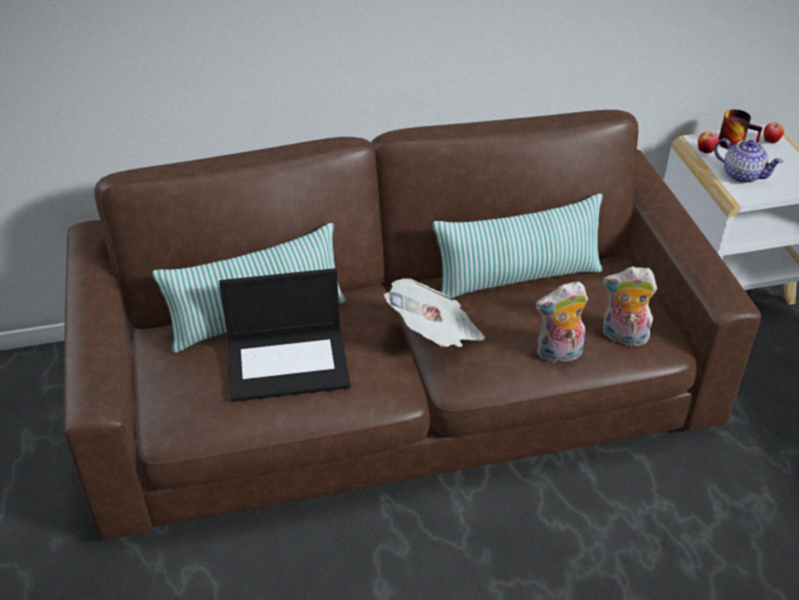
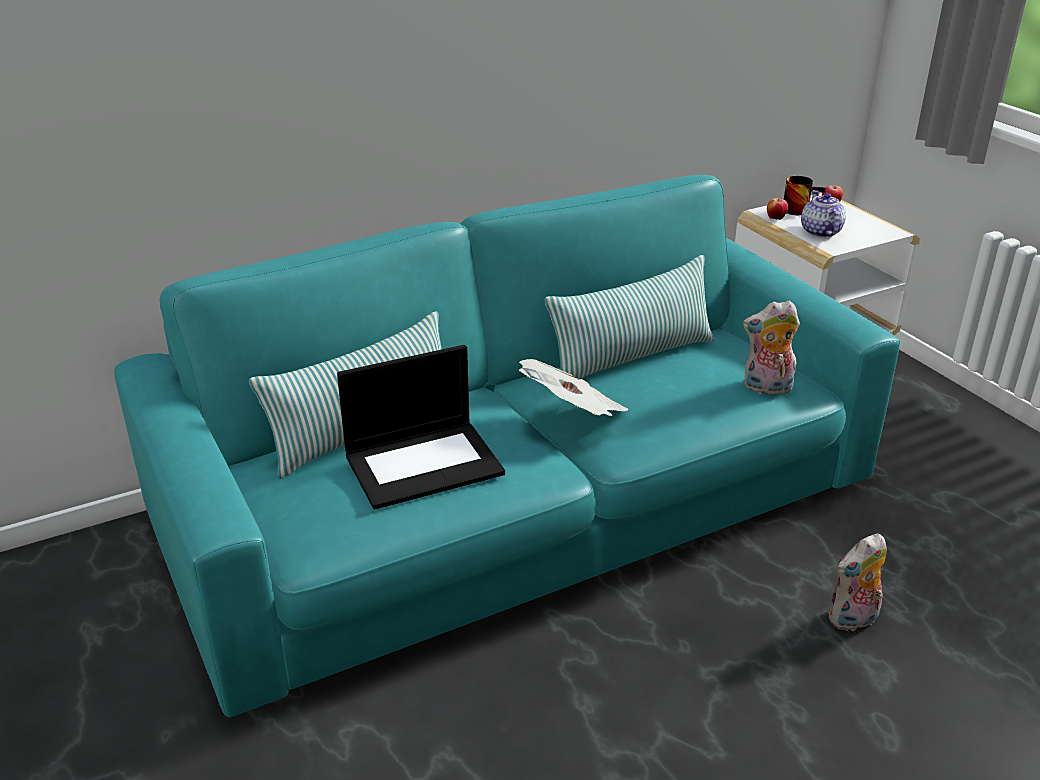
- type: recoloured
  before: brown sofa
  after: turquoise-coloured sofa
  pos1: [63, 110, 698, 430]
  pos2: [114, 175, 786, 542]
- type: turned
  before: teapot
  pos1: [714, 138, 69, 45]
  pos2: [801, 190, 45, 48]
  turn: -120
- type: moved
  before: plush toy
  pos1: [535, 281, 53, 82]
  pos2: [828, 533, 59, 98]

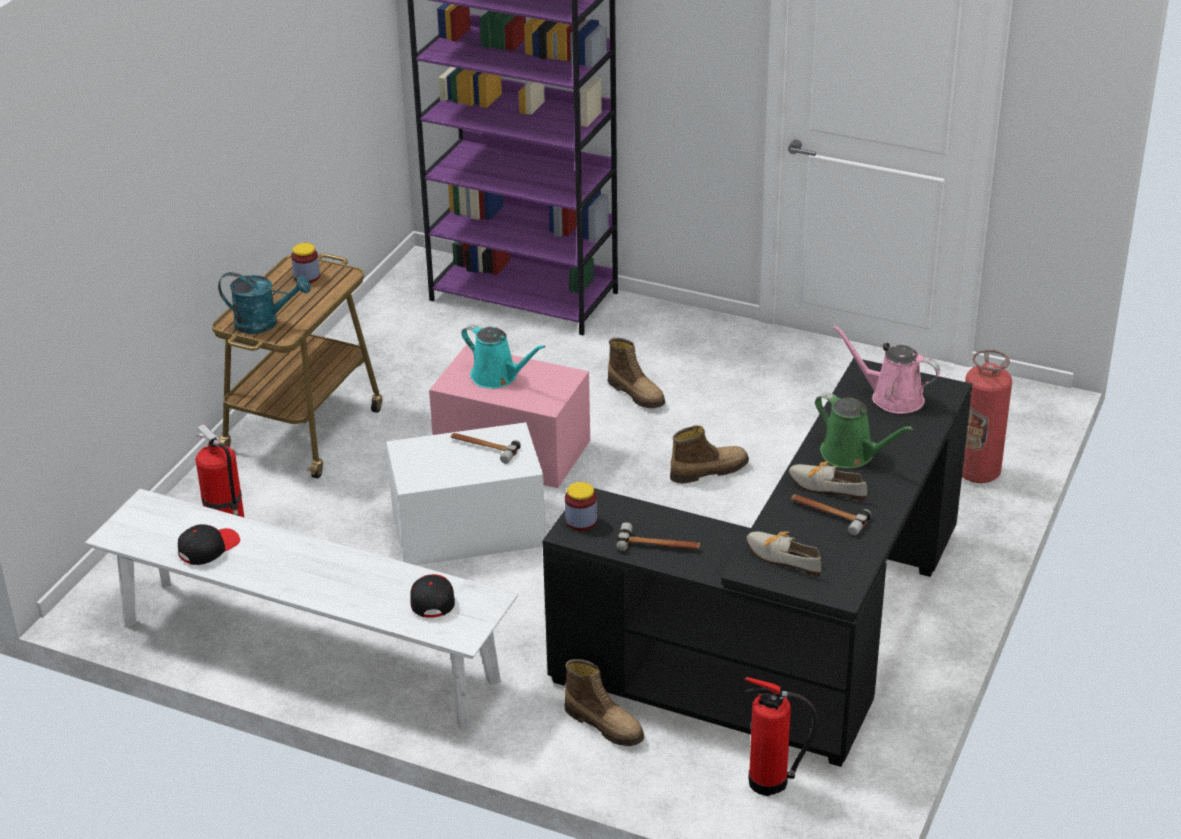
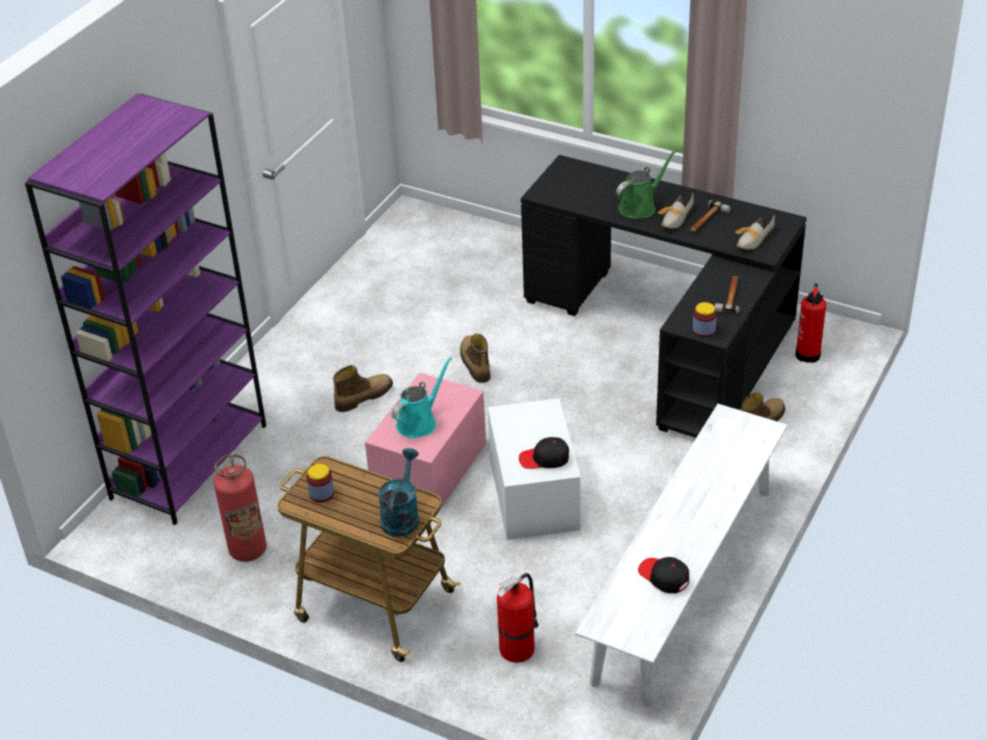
- type: moved
  before: extinguisher
  pos1: [962, 349, 50, 134]
  pos2: [214, 454, 53, 108]
- type: moved
  before: black peaked cap
  pos1: [410, 574, 45, 44]
  pos2: [519, 437, 50, 32]
- type: removed
  before: hammer
  pos1: [451, 433, 70, 31]
- type: removed
  before: pink sprinkling can
  pos1: [832, 325, 108, 89]

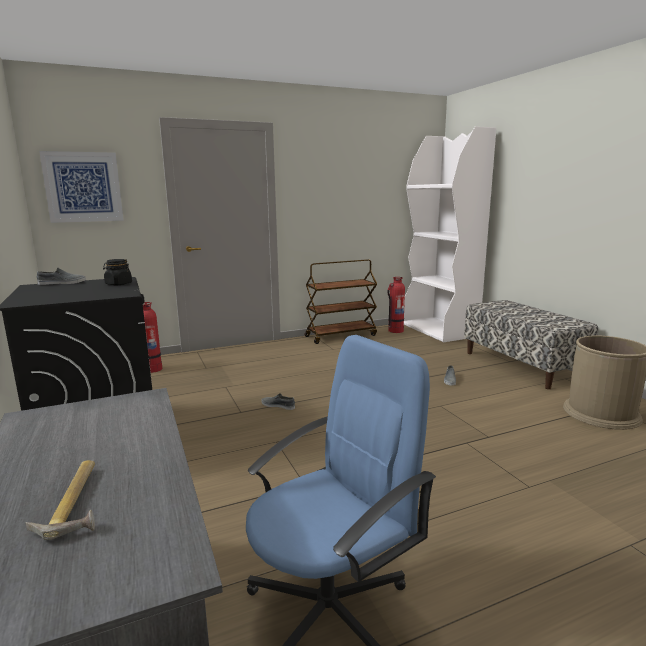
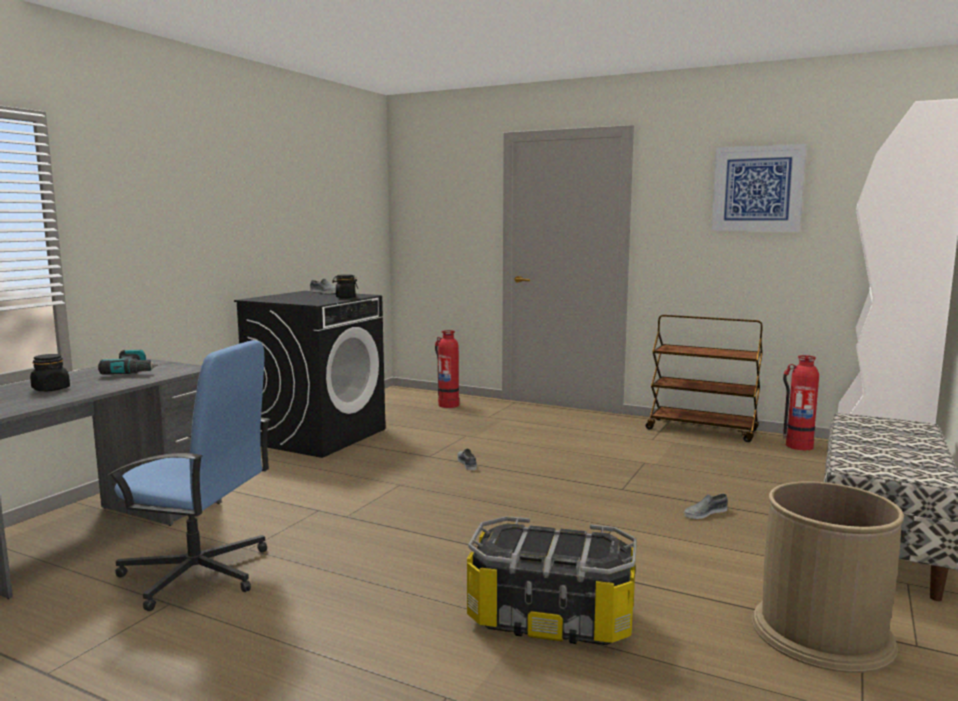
- type: replaced
  before: hammer
  after: black preserve jar
  pos1: [26, 460, 69, 80]
  pos2: [30, 354, 40, 37]
- type: added
  after: drill
  pos2: [98, 350, 60, 25]
- type: added
  after: storage bin
  pos2: [467, 516, 170, 129]
- type: moved
  before: wall art
  pos1: [39, 151, 85, 72]
  pos2: [711, 144, 95, 88]

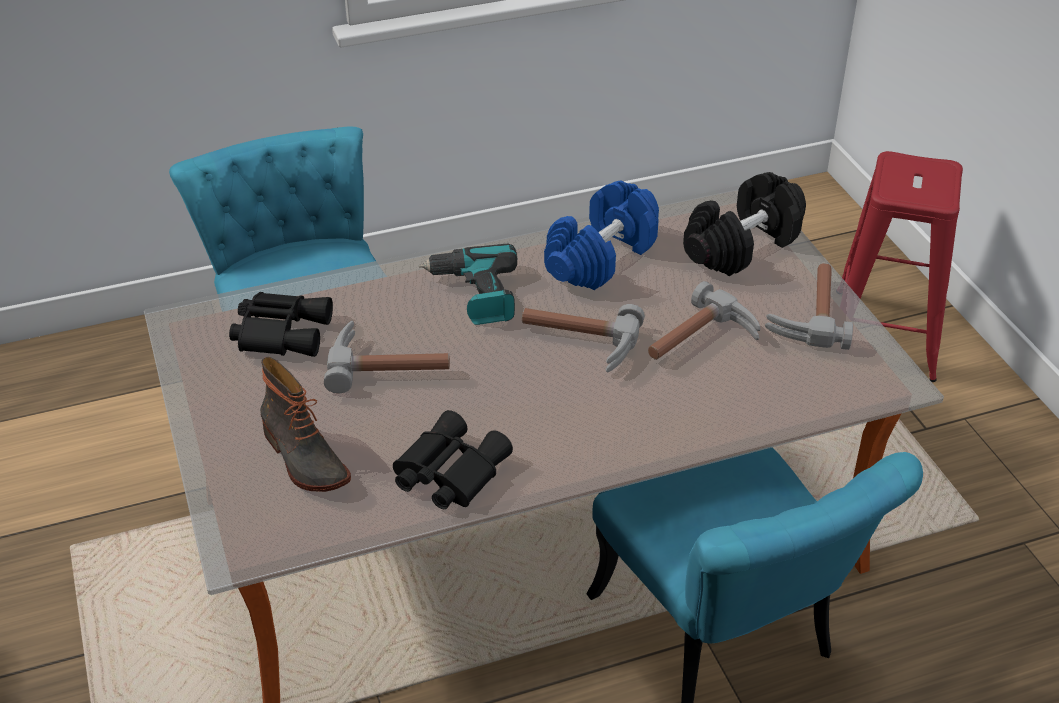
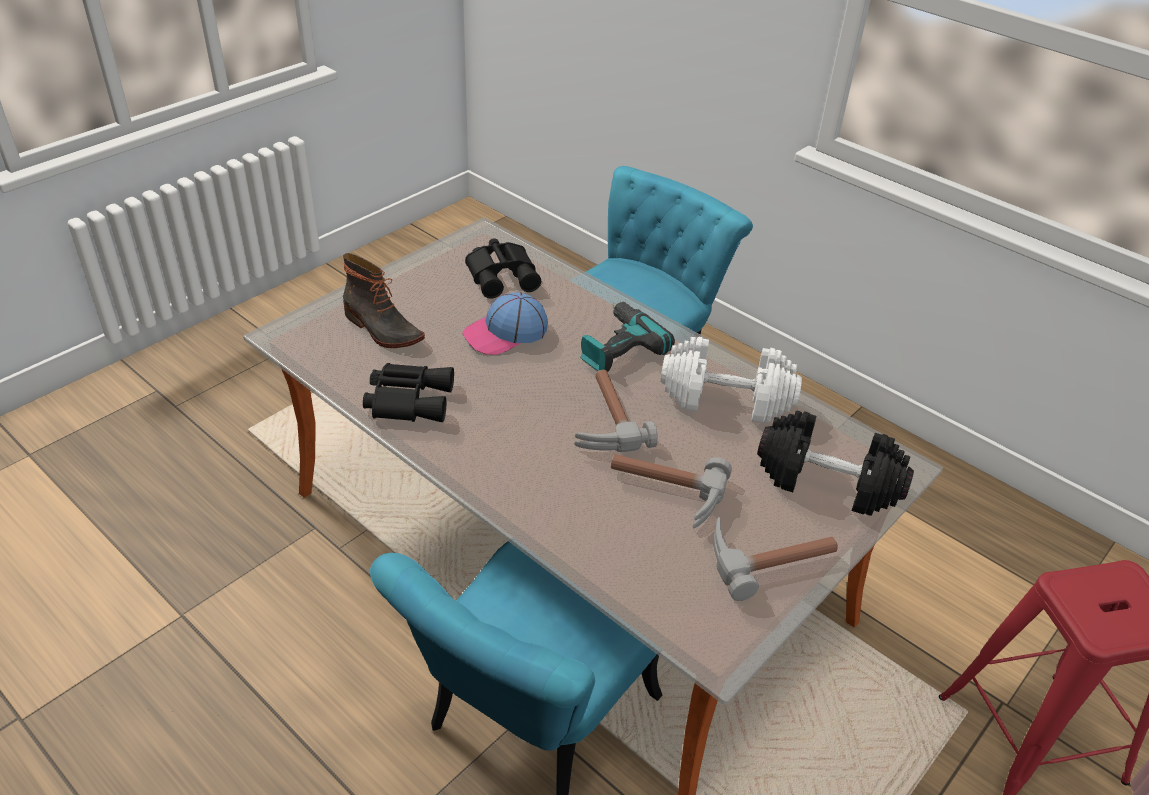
- type: turned
  before: boot
  pos1: [260, 357, 91, 135]
  pos2: [343, 253, 82, 95]
  turn: -75
- type: replaced
  before: hammer
  after: peaked cap
  pos1: [324, 321, 126, 73]
  pos2: [462, 293, 86, 62]
- type: recoloured
  before: blue free weight
  after: white-coloured free weight
  pos1: [544, 181, 115, 109]
  pos2: [661, 337, 141, 86]

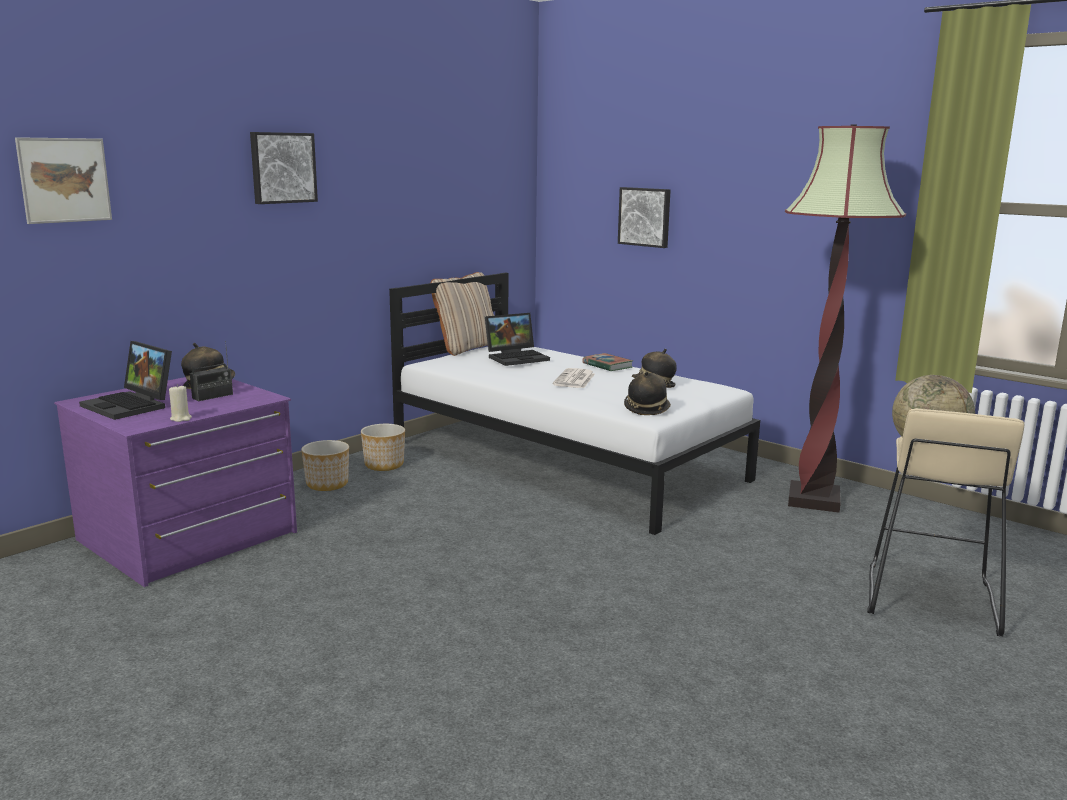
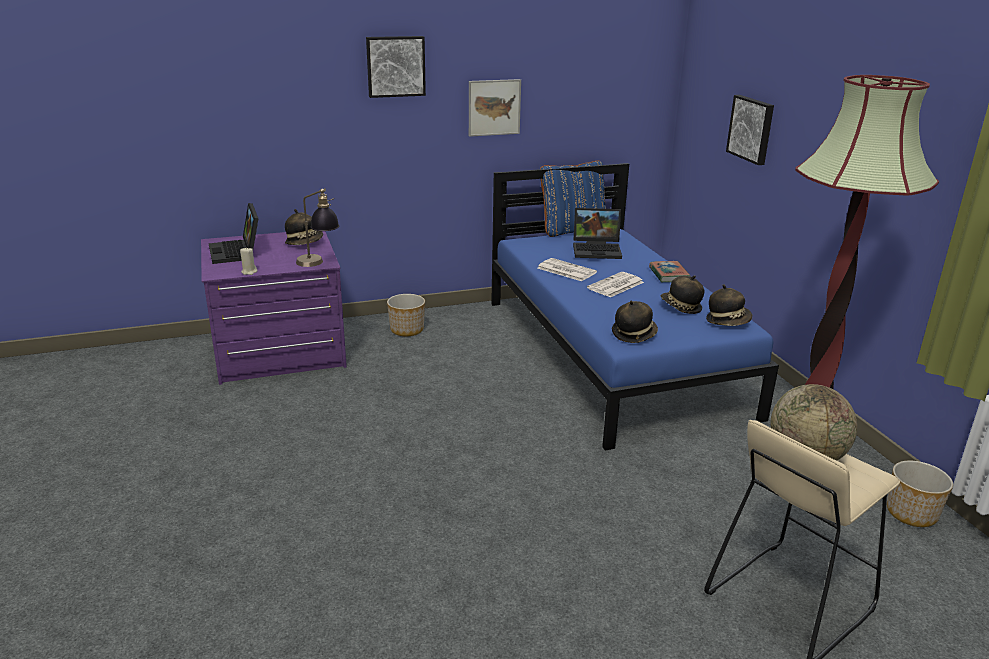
- type: added
  after: tabletop lamp
  pos2: [296, 188, 43, 79]
- type: moved
  before: wall art
  pos1: [15, 137, 97, 87]
  pos2: [469, 79, 52, 58]
- type: recoloured
  before: white-coloured sleeping bed
  after: blue sleeping bed
  pos1: [389, 273, 371, 262]
  pos2: [491, 163, 288, 287]
- type: added
  after: newspaper
  pos2: [538, 258, 59, 23]
- type: recoloured
  before: sand-coloured cushion
  after: blue cushion
  pos1: [430, 272, 64, 84]
  pos2: [540, 161, 66, 76]
- type: added
  after: clothing hat
  pos2: [706, 284, 46, 42]
- type: moved
  before: plant pot
  pos1: [361, 424, 44, 47]
  pos2: [887, 461, 66, 66]
- type: removed
  before: radio receiver
  pos1: [190, 341, 43, 60]

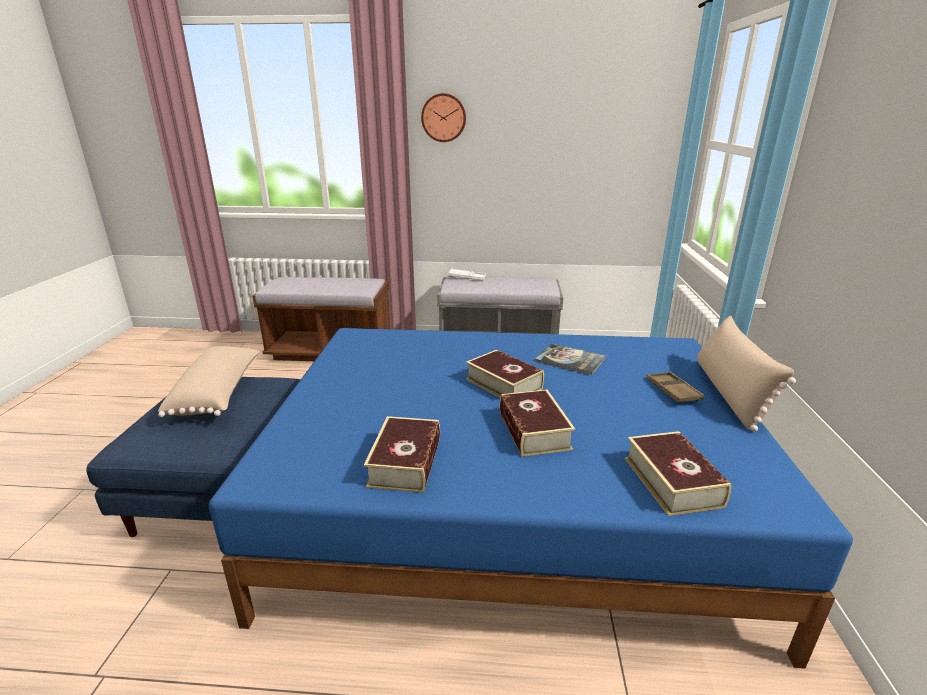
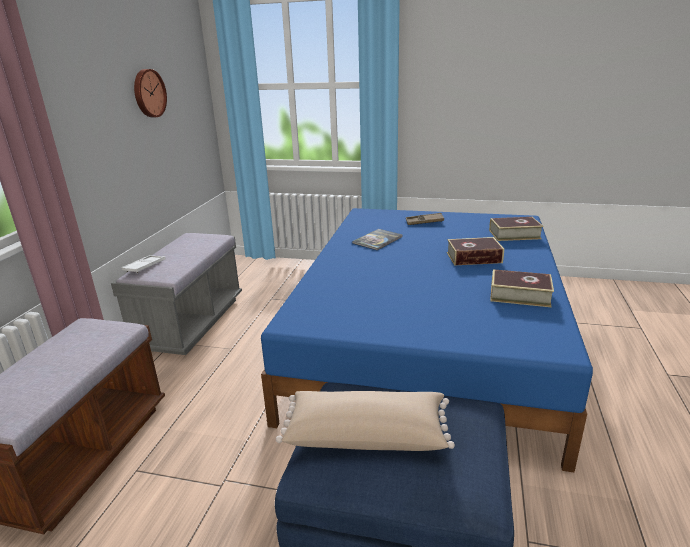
- type: moved
  before: clock on the wall
  pos1: [421, 93, 45, 49]
  pos2: [134, 69, 33, 48]
- type: removed
  before: volume
  pos1: [466, 350, 78, 48]
- type: removed
  before: sand-coloured cushion
  pos1: [697, 315, 99, 117]

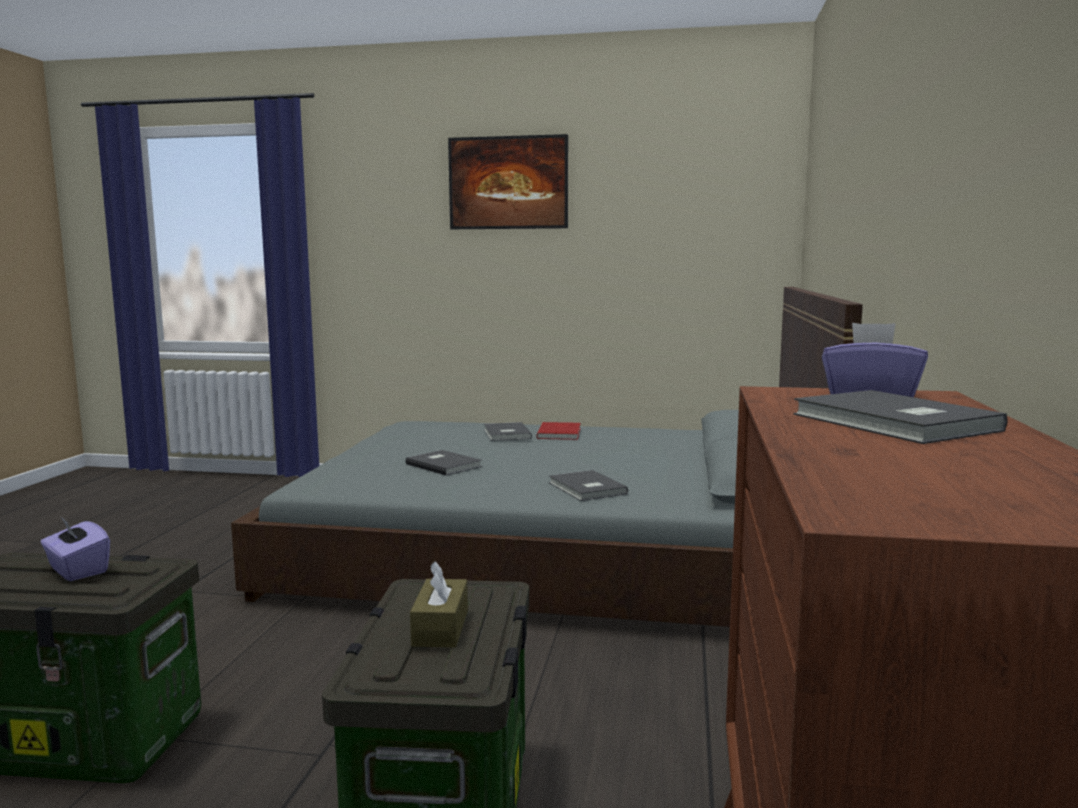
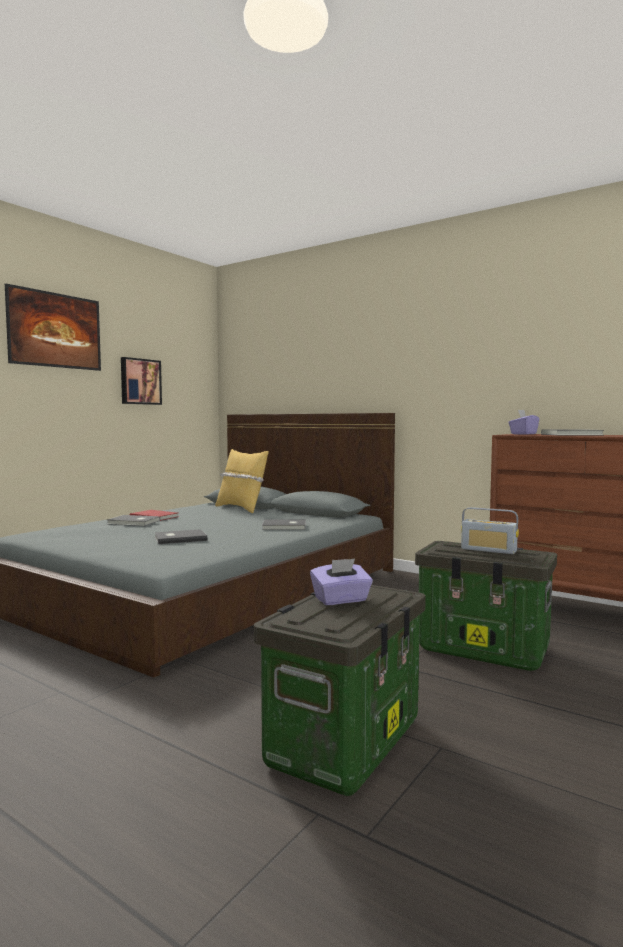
- type: added
  after: wall art
  pos2: [121, 357, 41, 48]
- type: added
  after: yellow-coloured cushion
  pos2: [215, 449, 54, 64]
- type: replaced
  before: brown box of tissues
  after: radio receiver
  pos1: [410, 561, 58, 87]
  pos2: [461, 507, 58, 47]

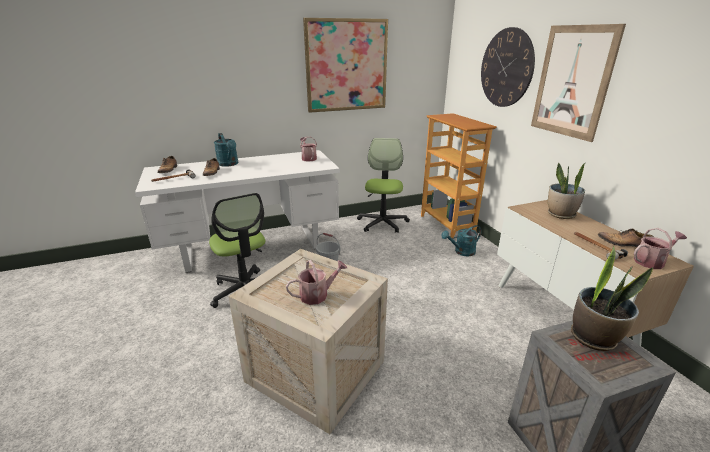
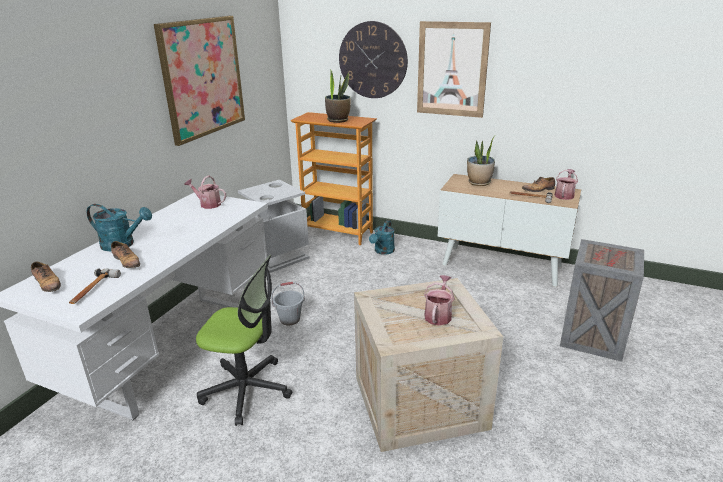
- type: replaced
  before: computer chair
  after: grey rubbish bin
  pos1: [357, 138, 53, 95]
  pos2: [238, 180, 72, 93]
- type: moved
  before: potted plant
  pos1: [571, 246, 82, 105]
  pos2: [325, 69, 26, 54]

